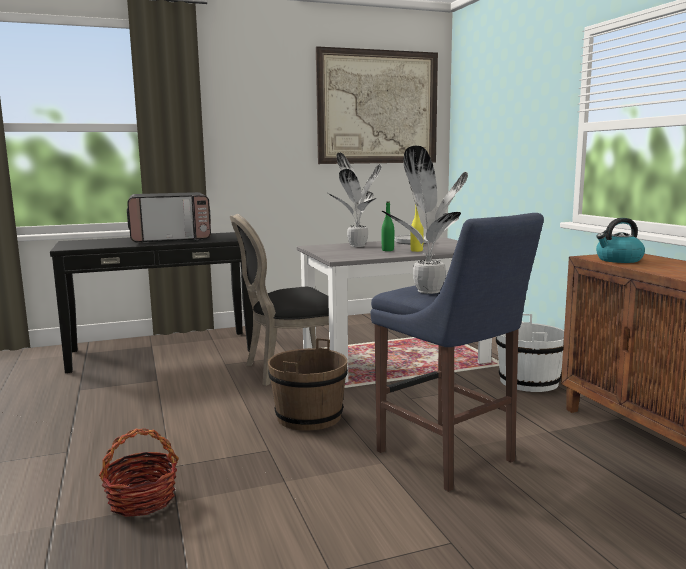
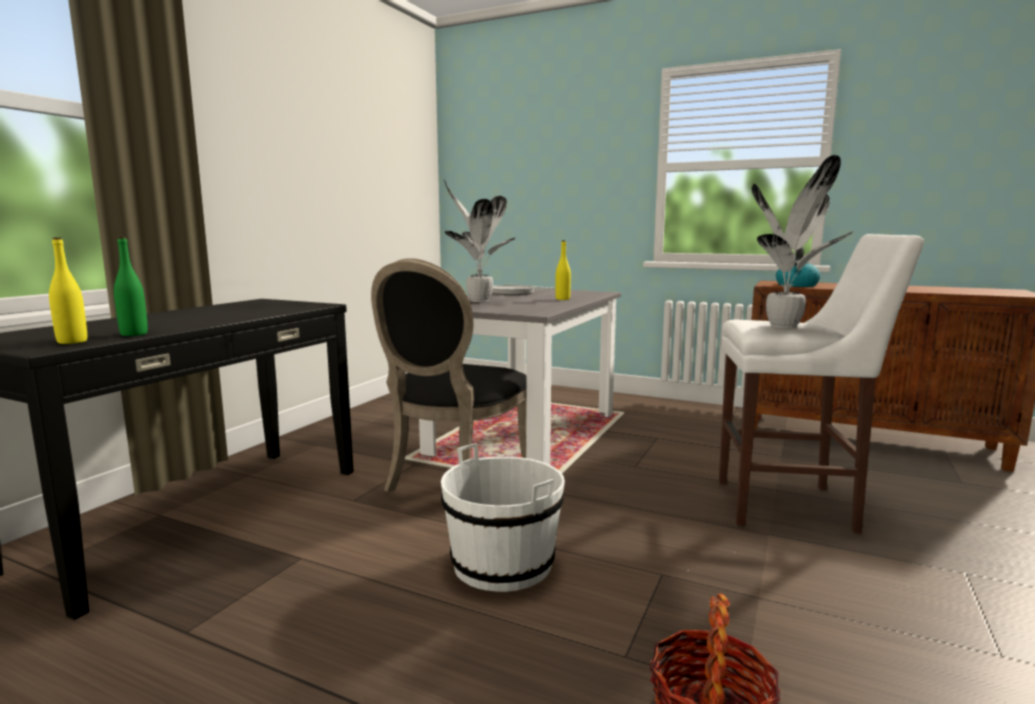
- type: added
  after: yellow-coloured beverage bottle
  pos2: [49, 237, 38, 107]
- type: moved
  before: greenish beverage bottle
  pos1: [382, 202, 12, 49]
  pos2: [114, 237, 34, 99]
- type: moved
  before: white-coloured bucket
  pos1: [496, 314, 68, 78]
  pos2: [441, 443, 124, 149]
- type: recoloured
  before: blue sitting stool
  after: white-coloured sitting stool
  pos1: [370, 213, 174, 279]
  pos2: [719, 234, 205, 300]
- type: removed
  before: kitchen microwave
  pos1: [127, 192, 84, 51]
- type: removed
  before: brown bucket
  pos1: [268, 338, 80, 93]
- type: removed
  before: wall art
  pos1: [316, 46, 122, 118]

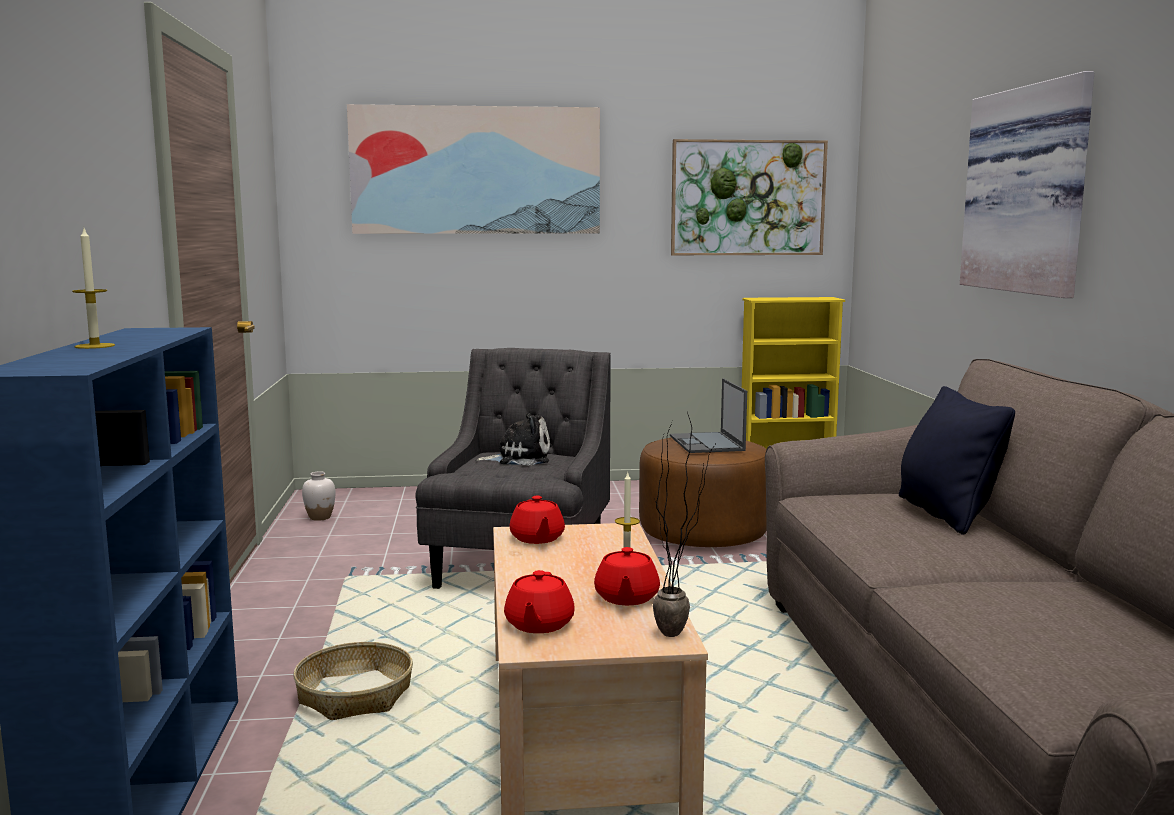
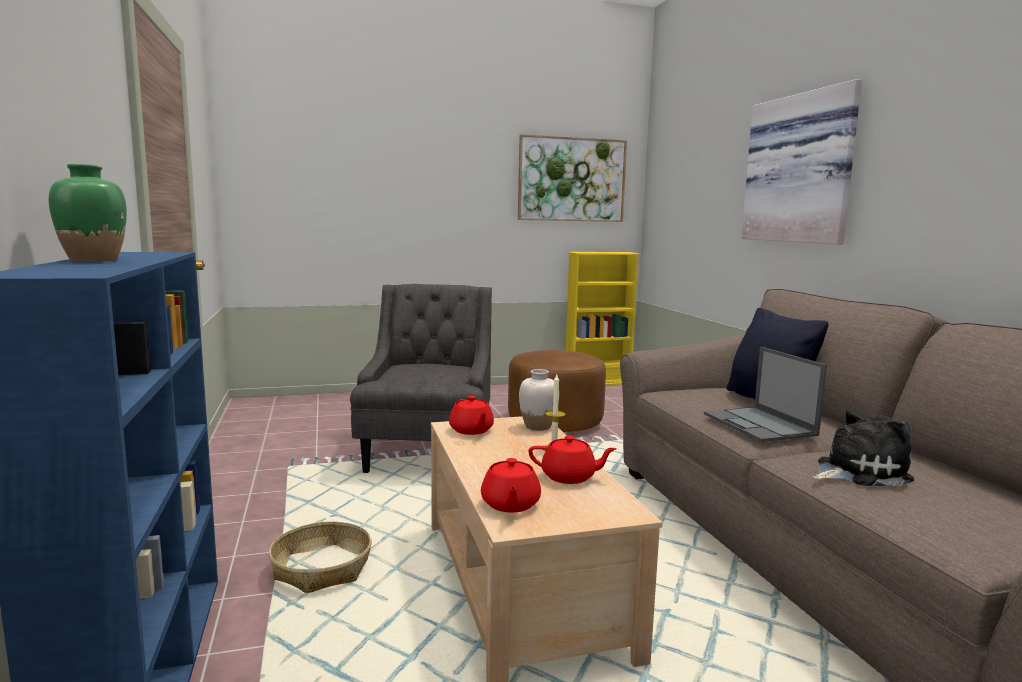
- type: replaced
  before: wax candle
  after: greenish vase
  pos1: [72, 229, 43, 120]
  pos2: [49, 164, 78, 98]
- type: moved
  before: white-coloured vase
  pos1: [302, 471, 33, 50]
  pos2: [519, 369, 40, 62]
- type: turned
  before: red teapot
  pos1: [594, 547, 66, 58]
  pos2: [529, 435, 88, 49]
  turn: -75
- type: moved
  before: portable computer
  pos1: [670, 378, 77, 75]
  pos2: [704, 347, 123, 95]
- type: moved
  before: plush toy
  pos1: [476, 413, 74, 53]
  pos2: [813, 410, 101, 77]
- type: removed
  before: wall art
  pos1: [347, 104, 253, 130]
- type: removed
  before: potted plant
  pos1: [653, 412, 64, 225]

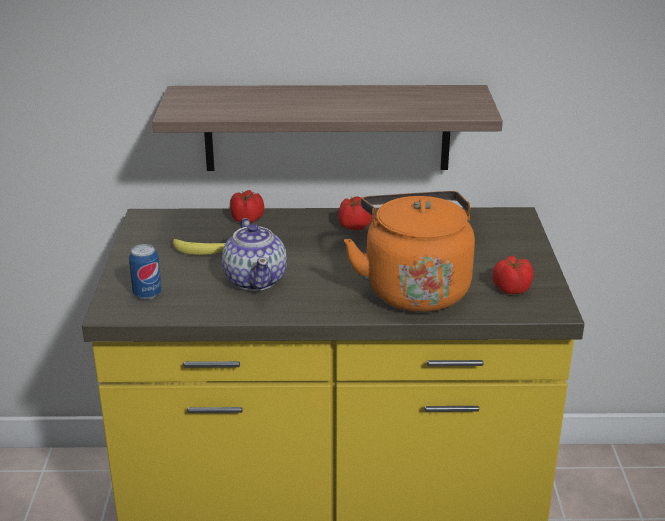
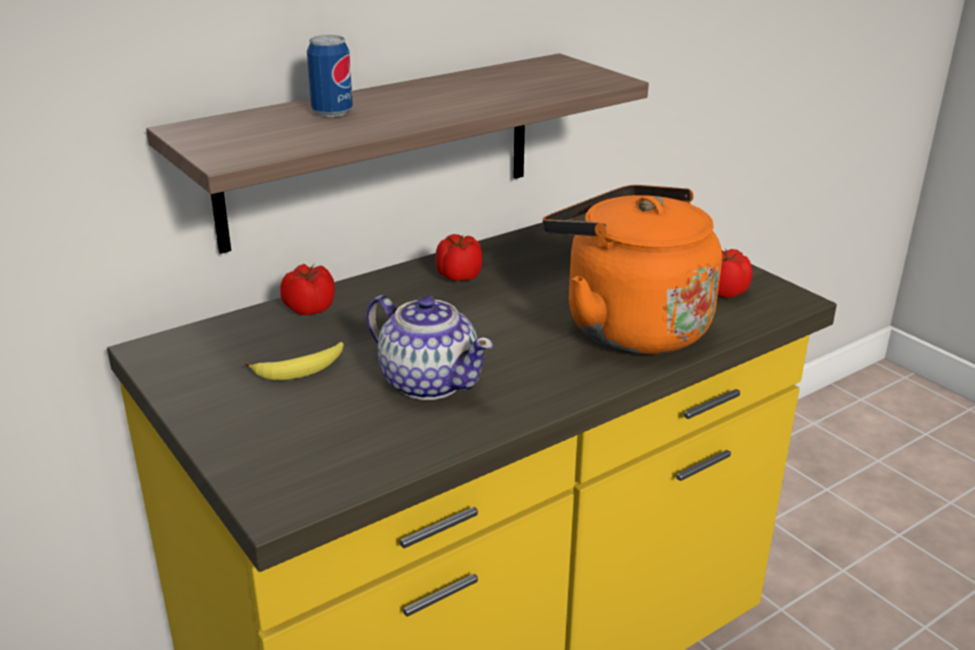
- type: moved
  before: metal can
  pos1: [129, 244, 33, 56]
  pos2: [307, 35, 46, 82]

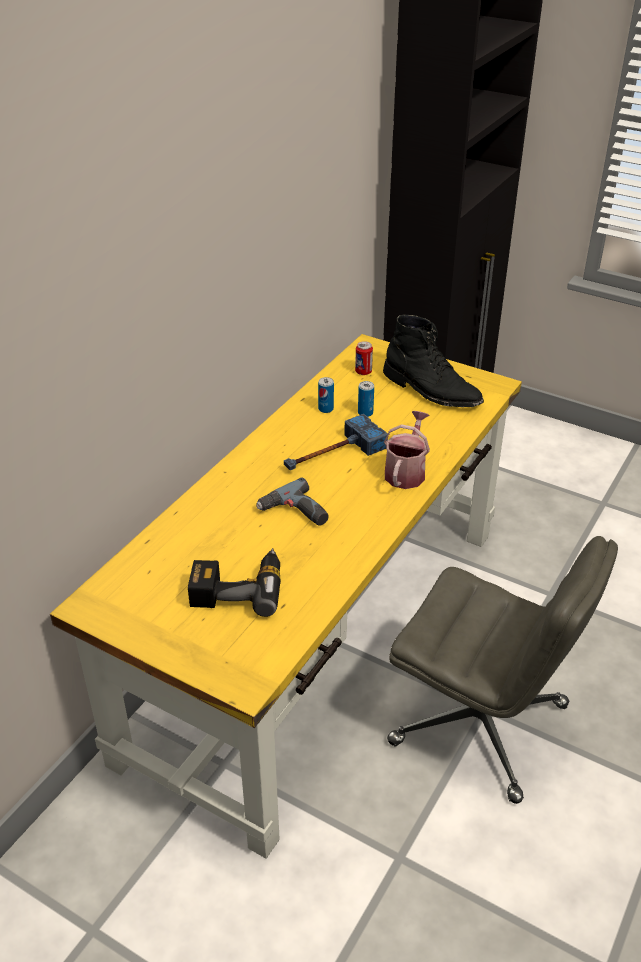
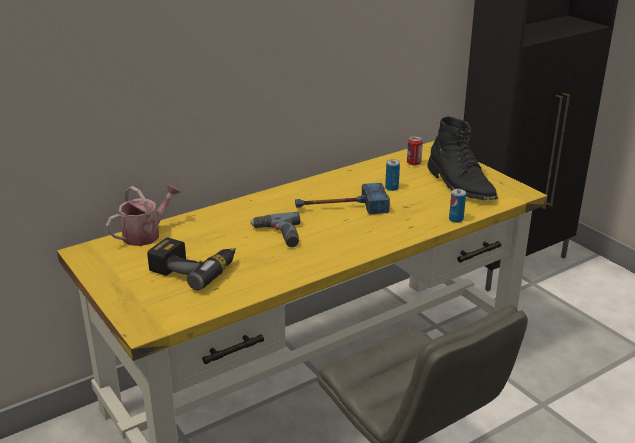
- type: moved
  before: sprinkling can
  pos1: [384, 411, 46, 78]
  pos2: [106, 184, 75, 62]
- type: moved
  before: metal can
  pos1: [318, 377, 16, 36]
  pos2: [449, 189, 17, 34]

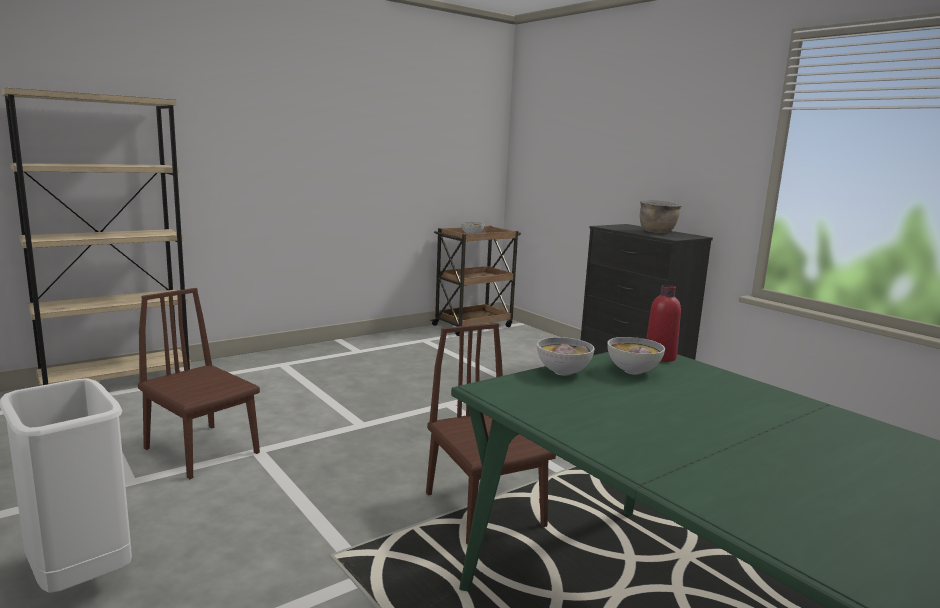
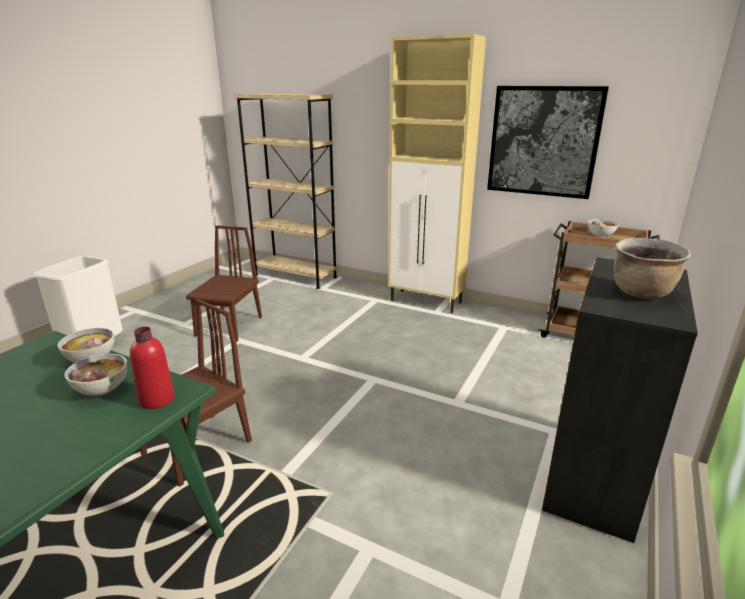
- type: added
  after: sand-coloured cabinet
  pos2: [388, 34, 98, 279]
- type: added
  after: wall art
  pos2: [487, 86, 122, 113]

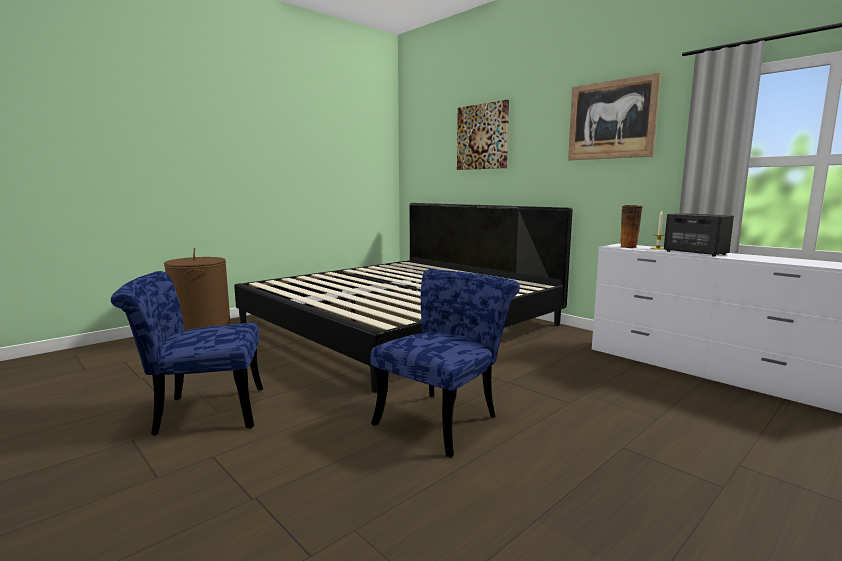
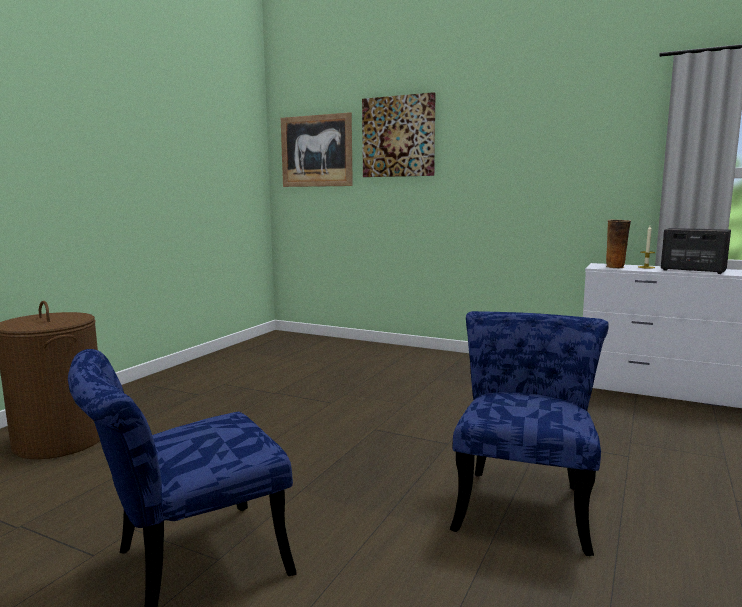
- type: moved
  before: wall art
  pos1: [568, 72, 93, 88]
  pos2: [281, 112, 72, 75]
- type: removed
  before: sleeping bed
  pos1: [234, 203, 338, 190]

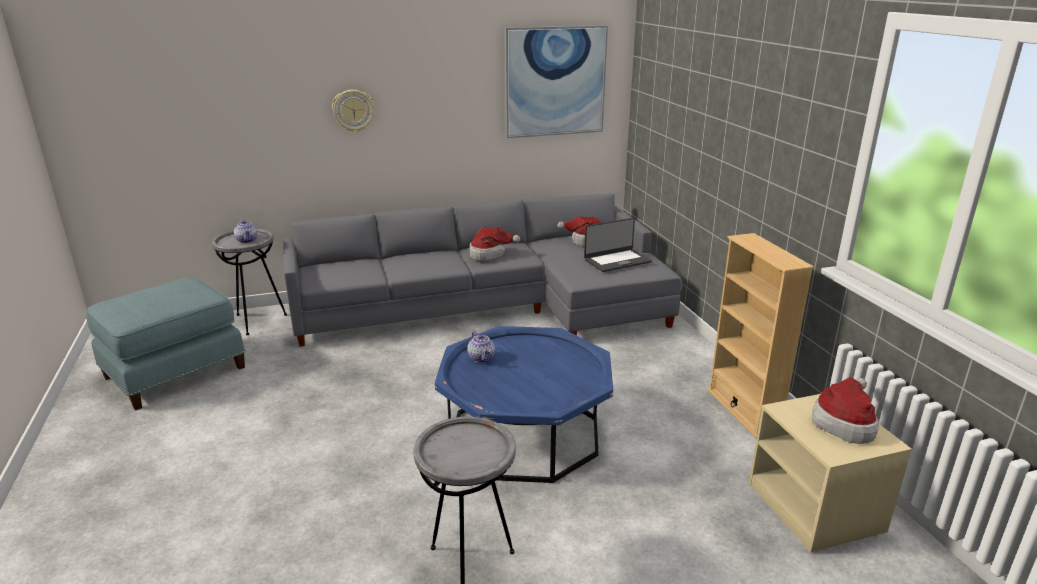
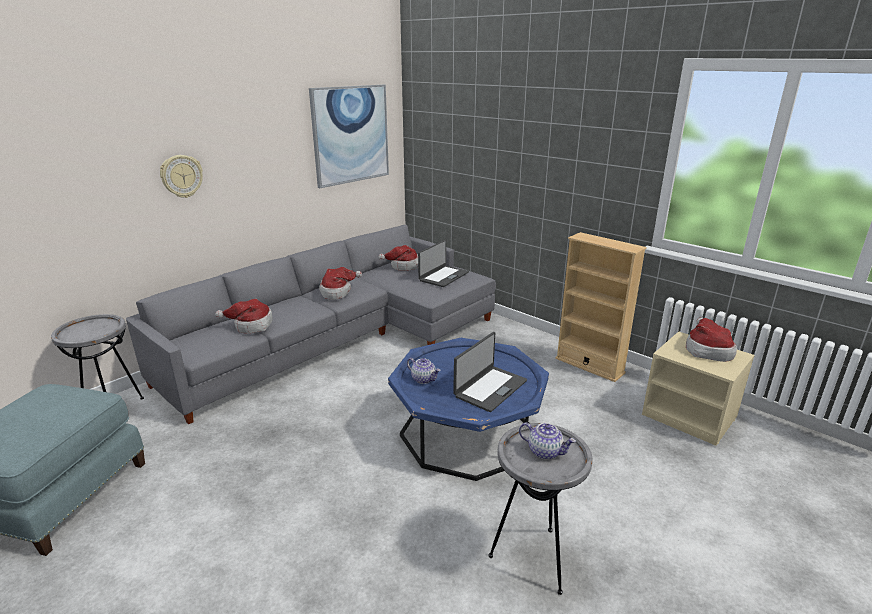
- type: added
  after: clothing hat
  pos2: [215, 299, 58, 35]
- type: added
  after: portable computer
  pos2: [453, 332, 74, 80]
- type: moved
  before: teapot
  pos1: [234, 220, 23, 23]
  pos2: [519, 422, 57, 38]

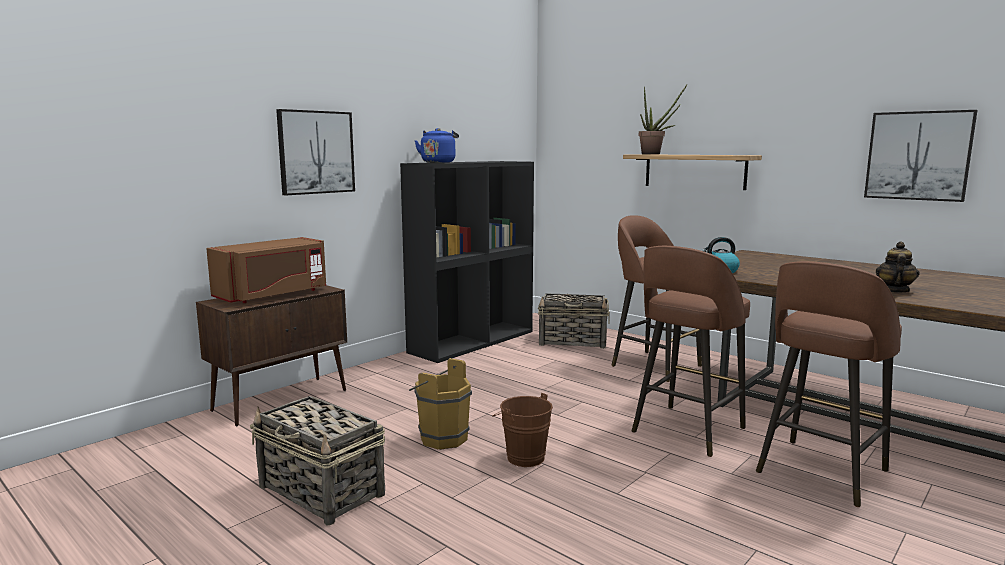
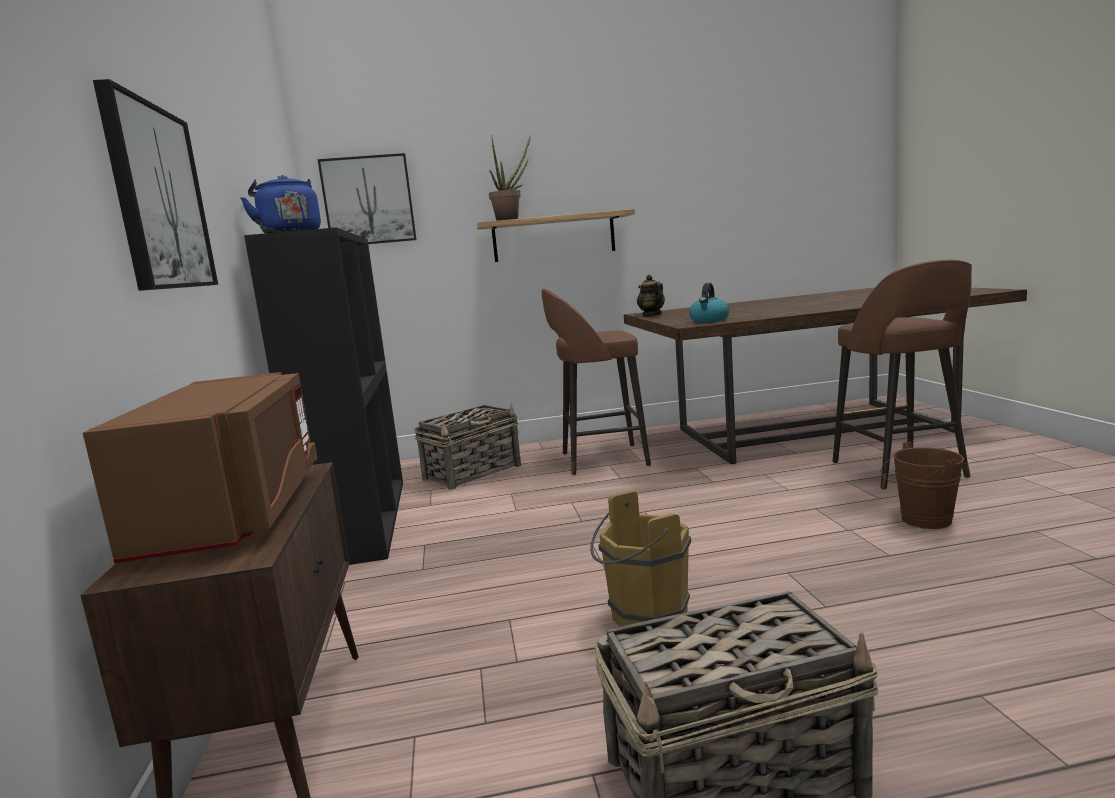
- type: moved
  before: wall art
  pos1: [864, 110, 113, 92]
  pos2: [318, 153, 98, 91]
- type: moved
  before: teapot
  pos1: [876, 242, 43, 50]
  pos2: [637, 275, 28, 42]
- type: moved
  before: brown bucket
  pos1: [492, 393, 61, 74]
  pos2: [880, 442, 84, 87]
- type: removed
  before: brown sitting stool
  pos1: [632, 246, 118, 211]

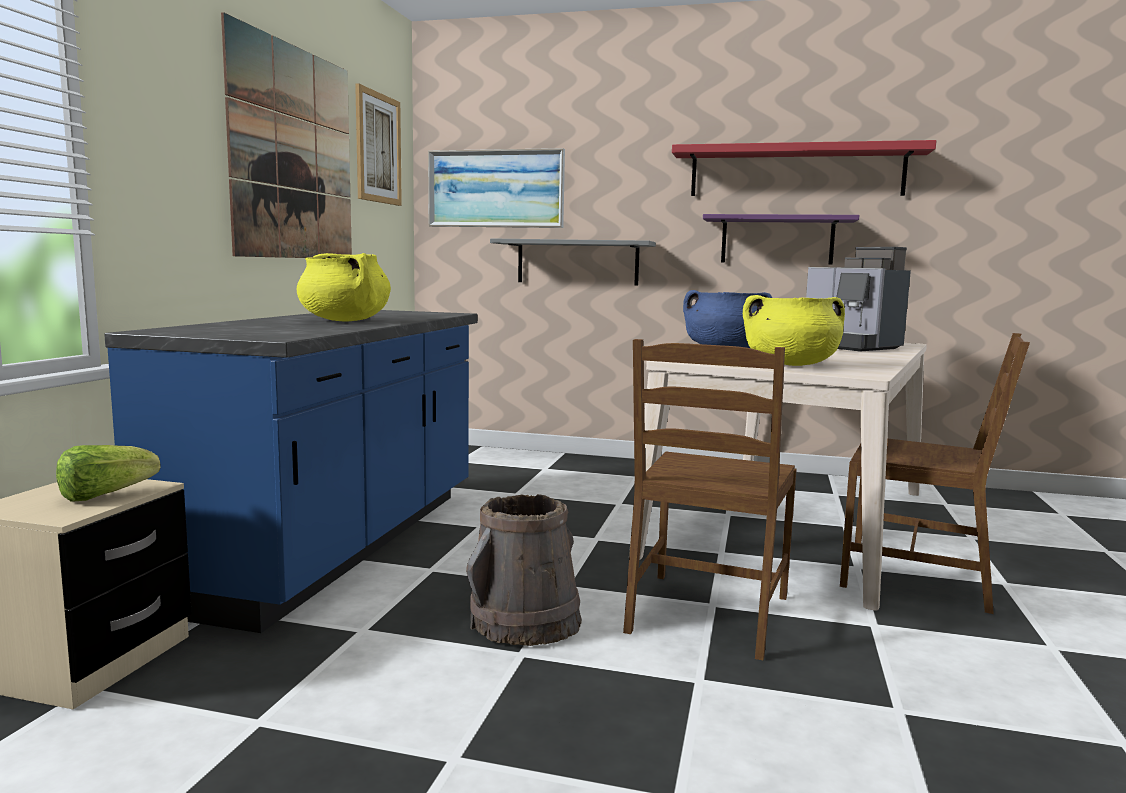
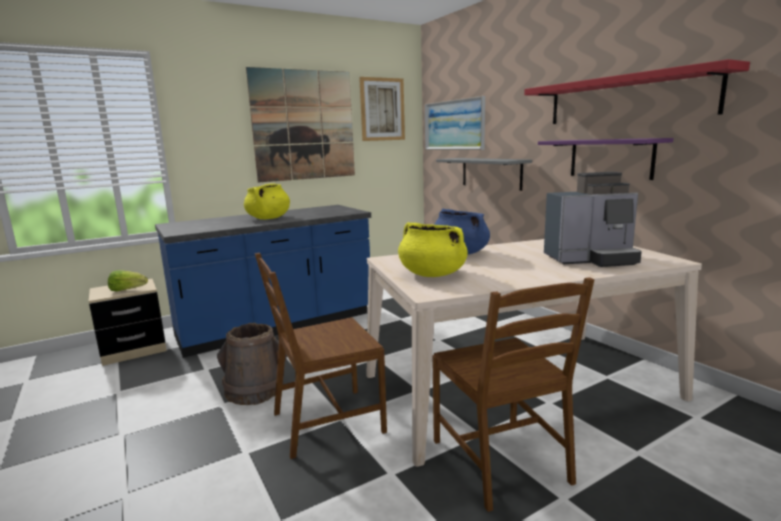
- type: turned
  before: coffee maker
  pos1: [806, 247, 105, 105]
  pos2: [544, 172, 98, 95]
  turn: -105

